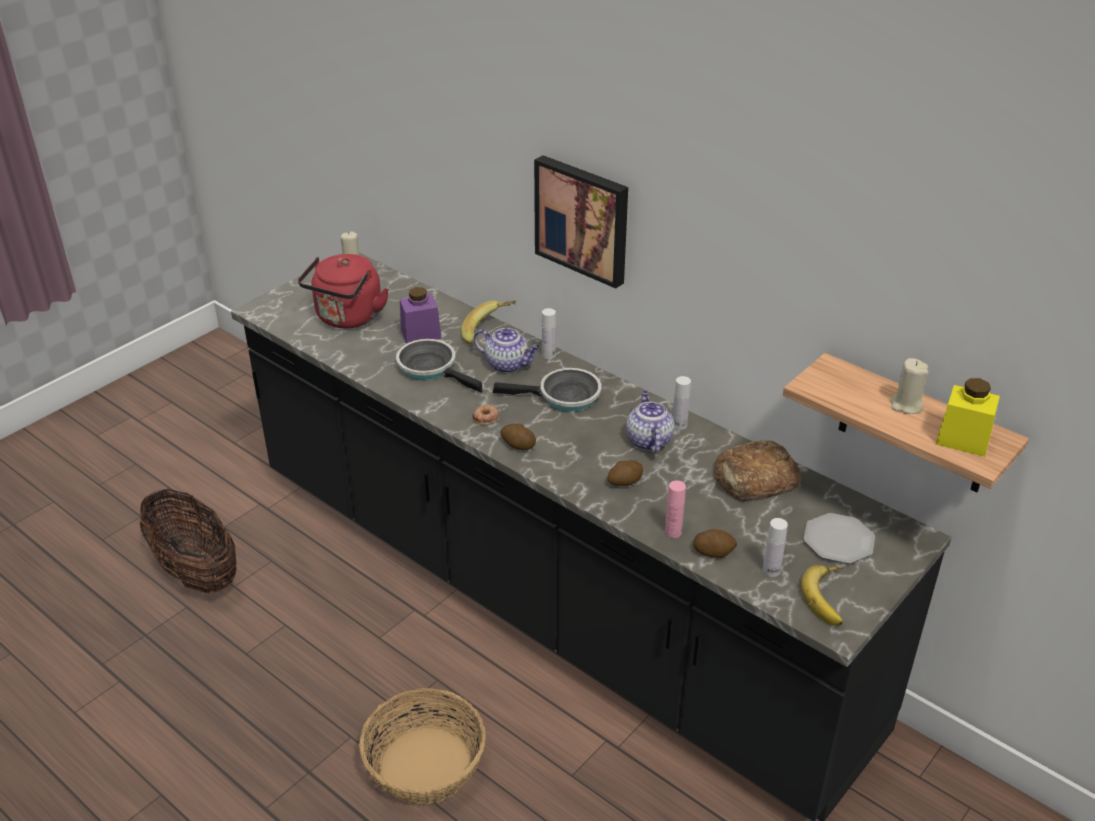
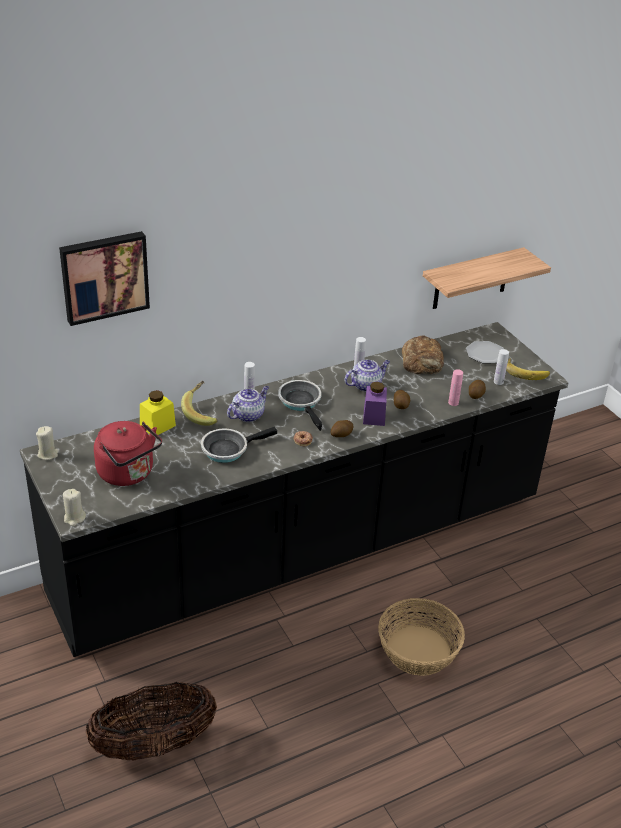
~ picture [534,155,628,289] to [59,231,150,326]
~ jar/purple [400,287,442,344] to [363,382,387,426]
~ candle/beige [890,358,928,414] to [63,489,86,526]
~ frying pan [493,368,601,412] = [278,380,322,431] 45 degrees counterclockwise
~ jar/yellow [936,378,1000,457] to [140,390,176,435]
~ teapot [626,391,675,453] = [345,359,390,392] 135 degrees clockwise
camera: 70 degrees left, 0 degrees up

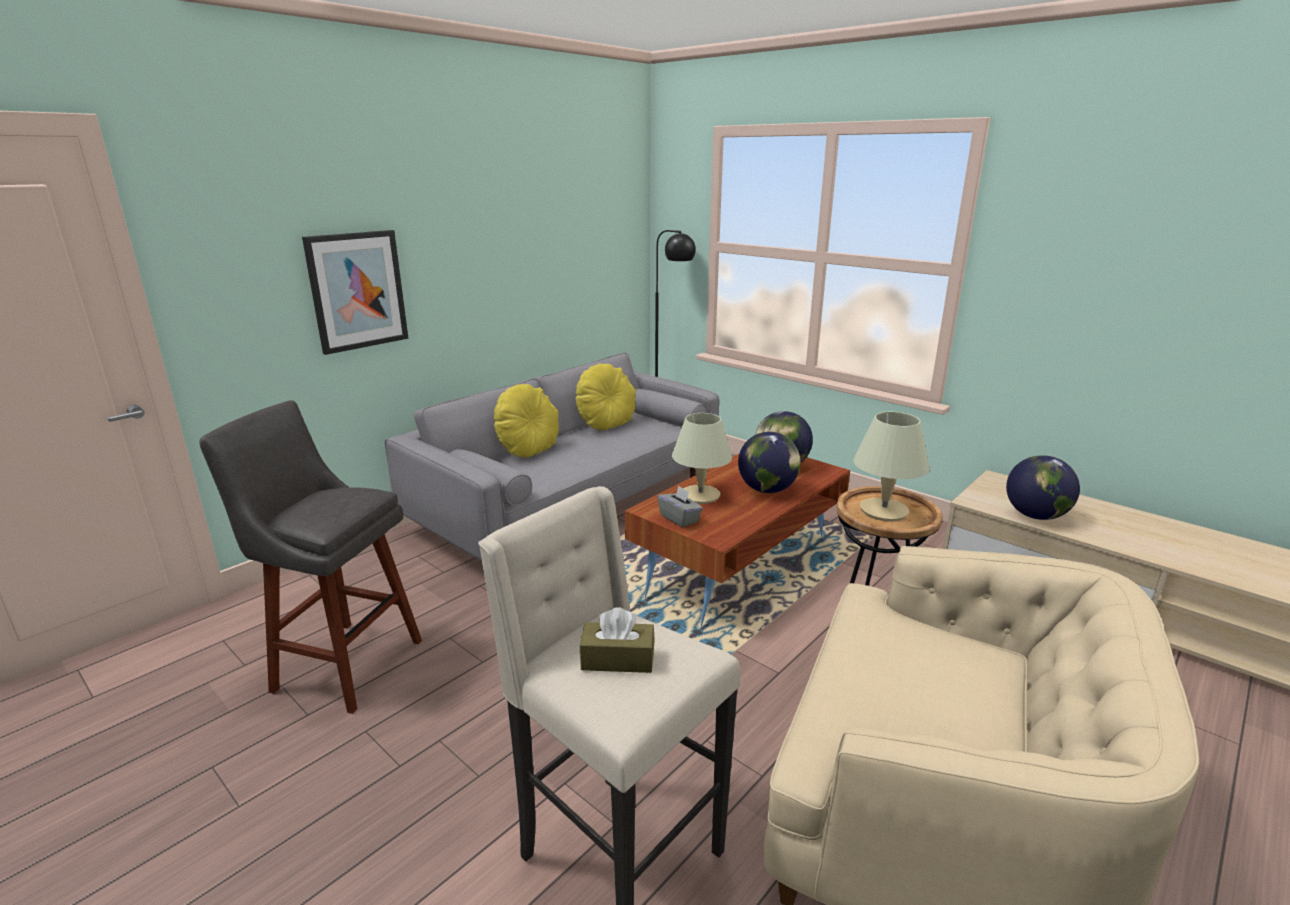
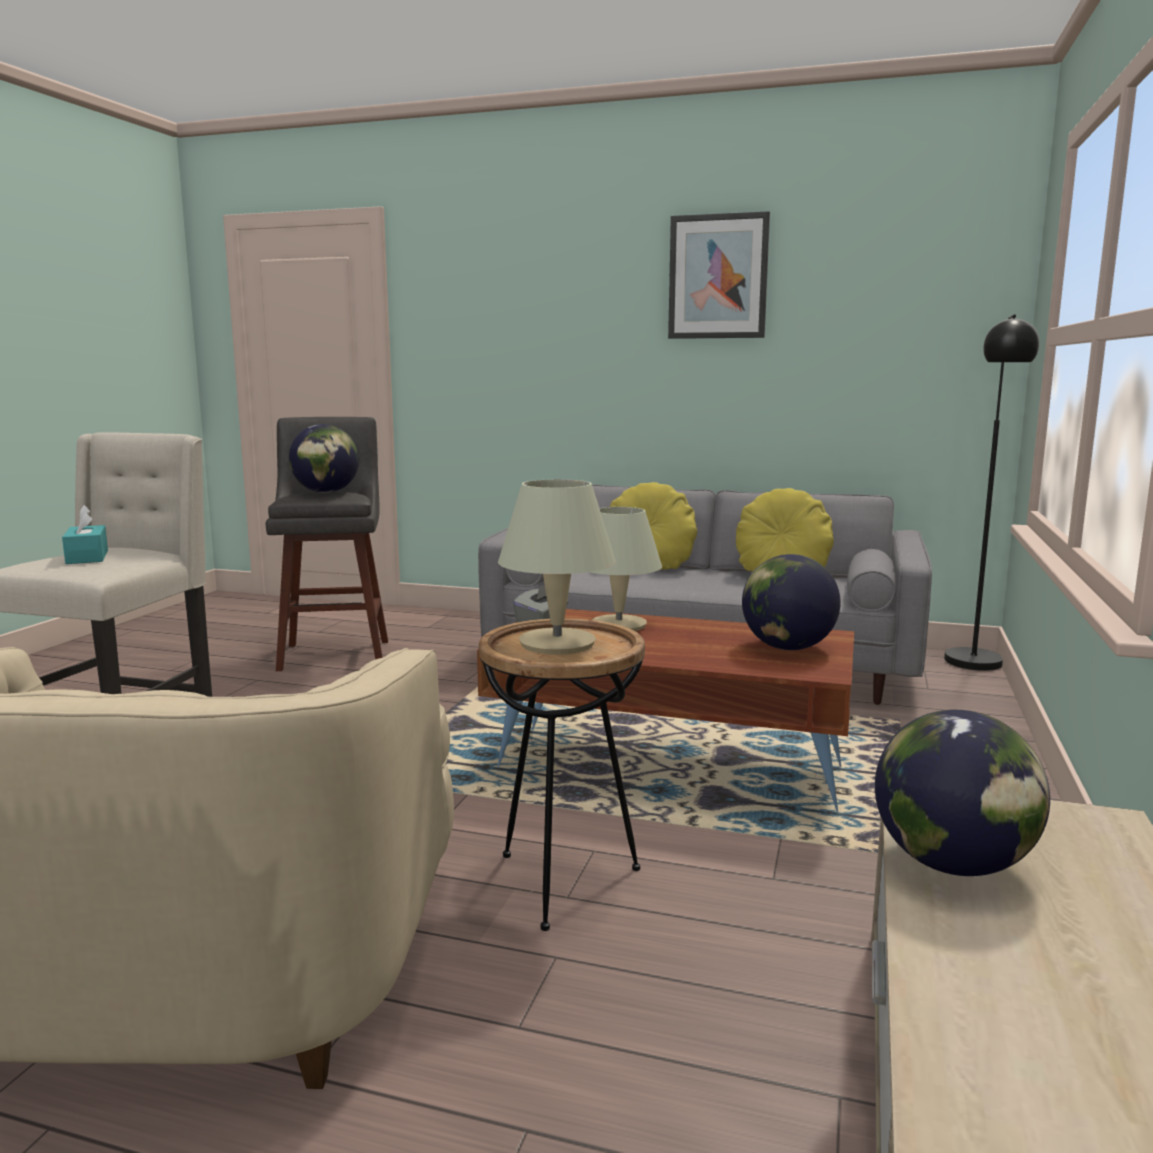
~ picture [302,230,408,355] to [668,211,770,339]
~ globe [738,432,801,493] to [289,424,359,493]
~ tissue box/brown [580,607,655,673] to tissue box/turquoise [62,505,108,564]
camera: 65 degrees right, 10 degrees down

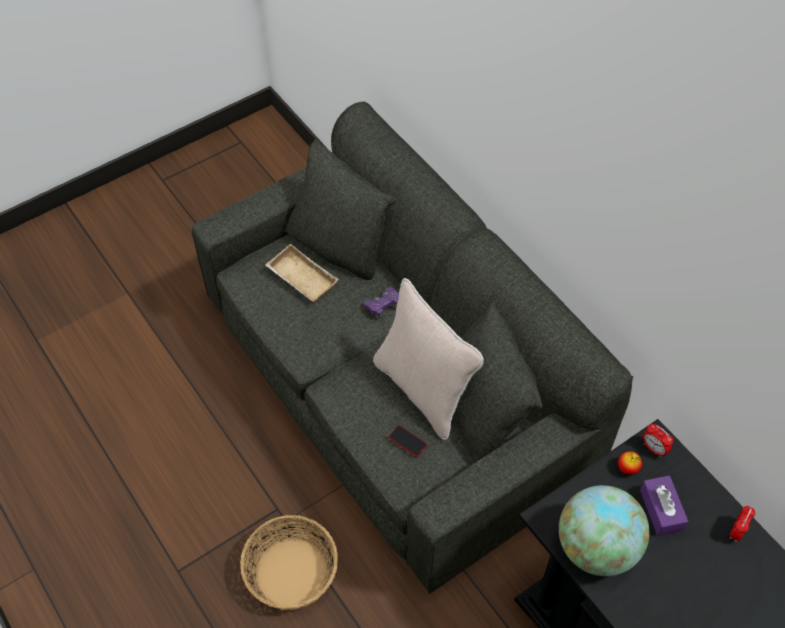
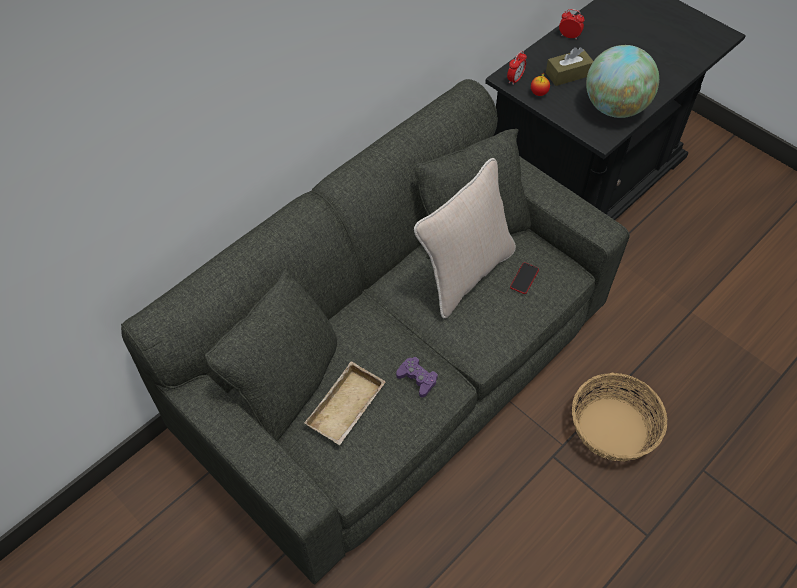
~ game controller/purple [364,287,399,319] to [396,357,438,397]
~ tissue box/purple [640,475,689,536] to tissue box/brown [546,47,593,86]
camera: 100 degrees left, 0 degrees up

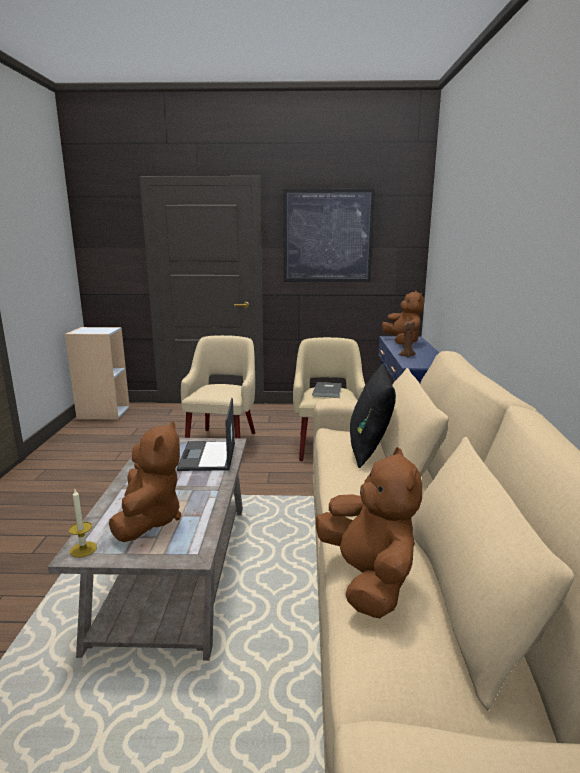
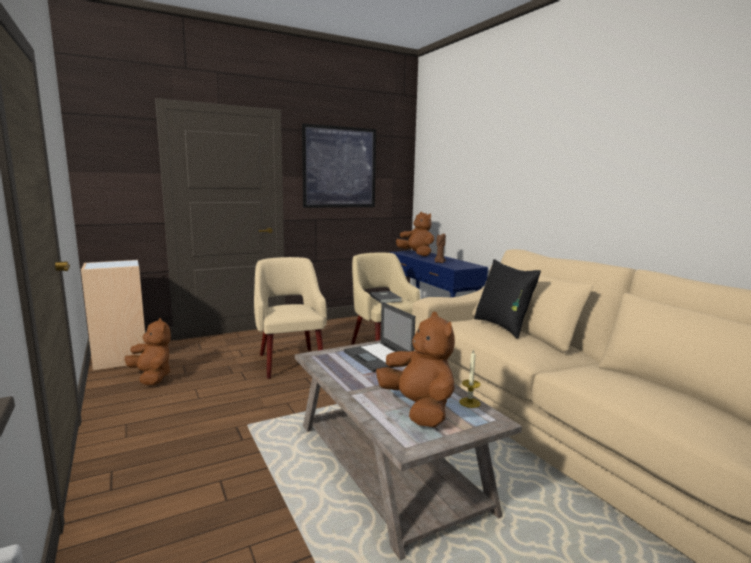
~ plush toy/brown [316,447,422,618] to [125,318,171,385]
~ candle [69,489,97,557] to [459,349,481,408]
camera: 30 degrees left, 5 degrees down

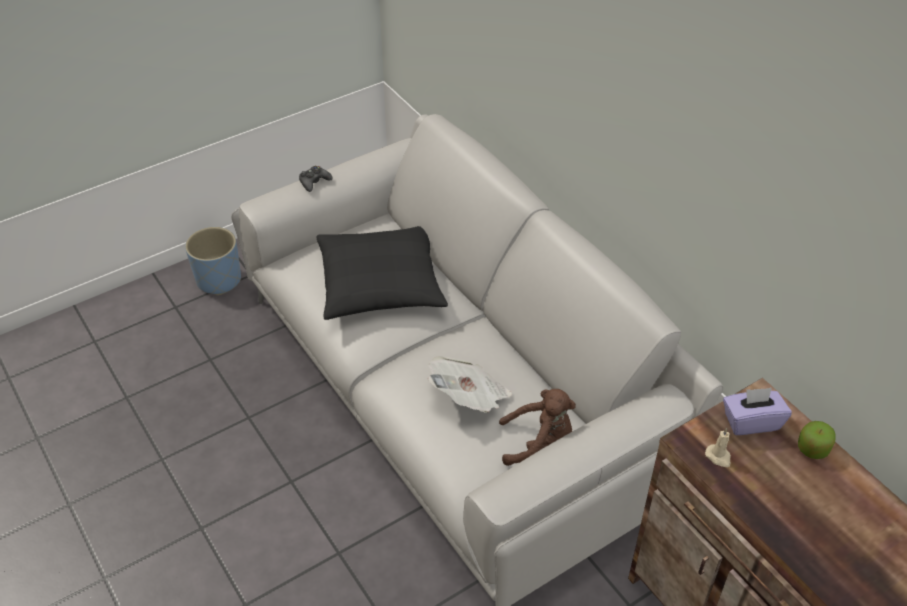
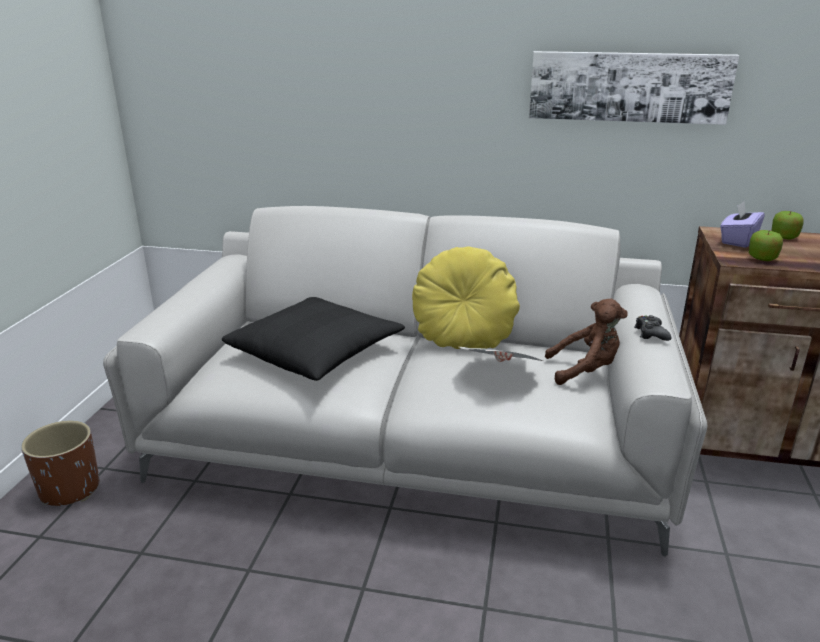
~ game controller/black [299,166,333,192] to [634,315,671,341]
~ planter/blue [185,227,241,295] to planter/brown [21,420,99,506]
~ plush toy/brown [499,389,576,466] = [545,299,628,385] 45 degrees clockwise
~ candle/beige [705,428,731,467] to apple [749,230,783,261]
+ picture [529,51,739,125]
+ pillow/yellow [412,247,520,349]
camera: 45 degrees left, 20 degrees down

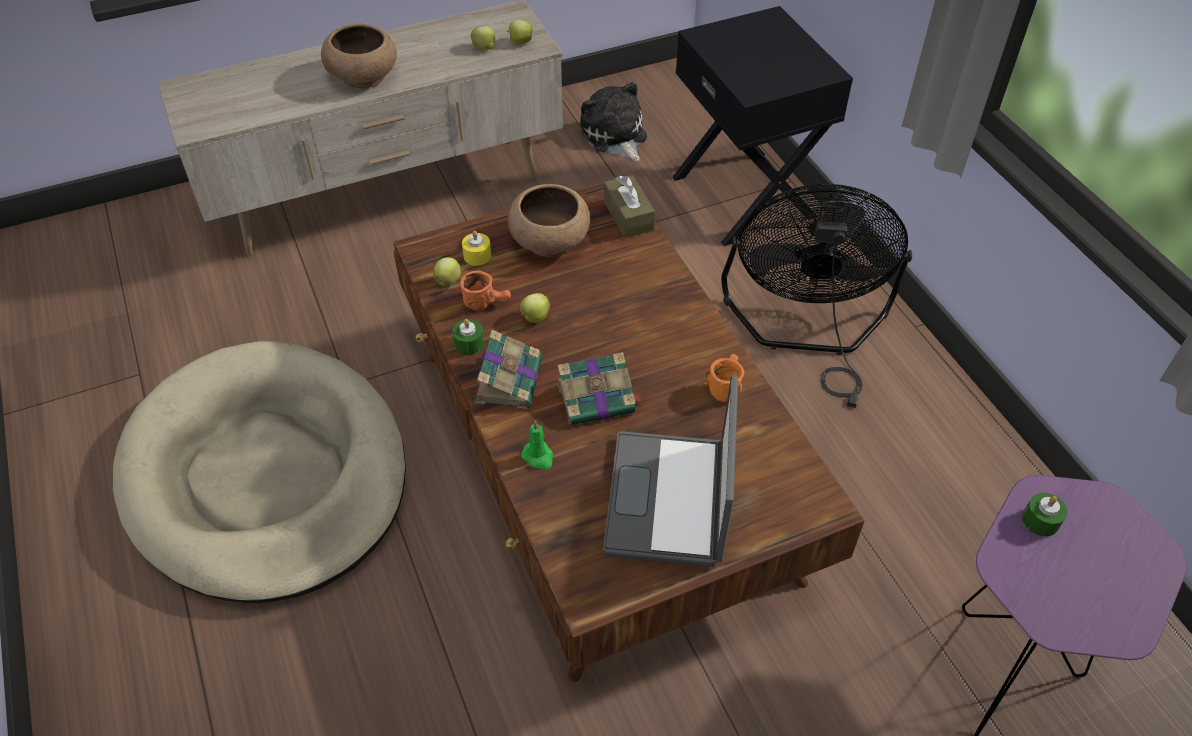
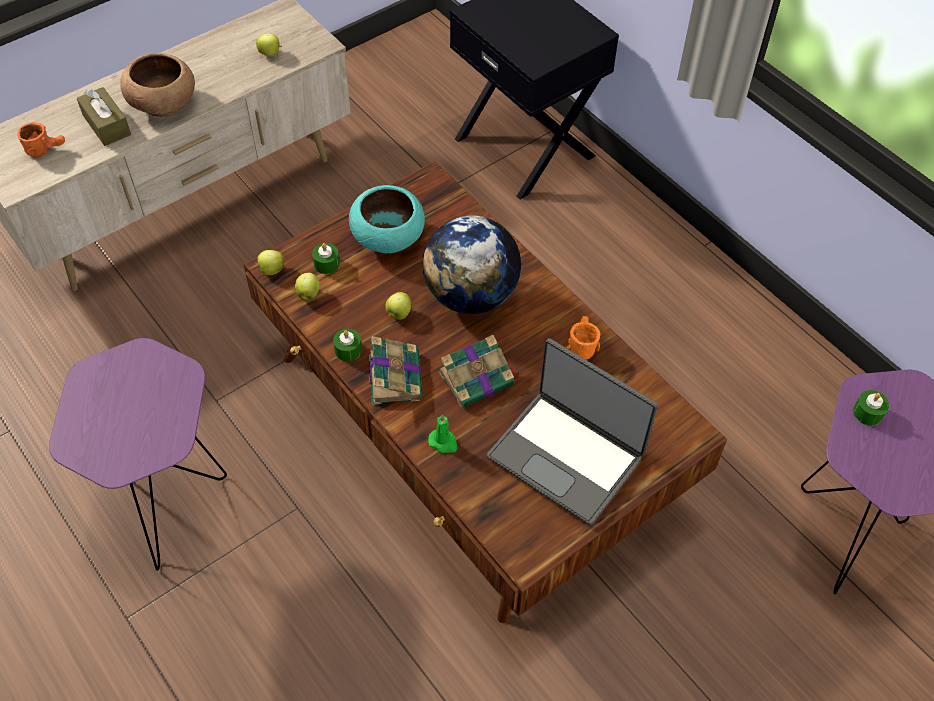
~ apple [507,20,533,45] to [255,250,284,275]
- plush toy [580,82,647,161]
~ tissue box/brown [604,175,655,238] to [77,87,131,146]
~ bowl/brown [507,184,590,257] to bowl/turquoise [349,185,425,253]
- fan/black [721,184,912,408]
~ candle/yellow [462,231,491,266] to candle/green [312,243,340,274]
~ mug/orange [460,270,511,310] to [17,122,65,157]
~ dog bed/beige [113,341,406,603] to side table/purple [49,338,227,571]
~ laptop [603,375,738,567] = [487,338,658,525] 45 degrees counterclockwise
+ globe [423,216,521,314]
camera: 15 degrees left, 5 degrees up

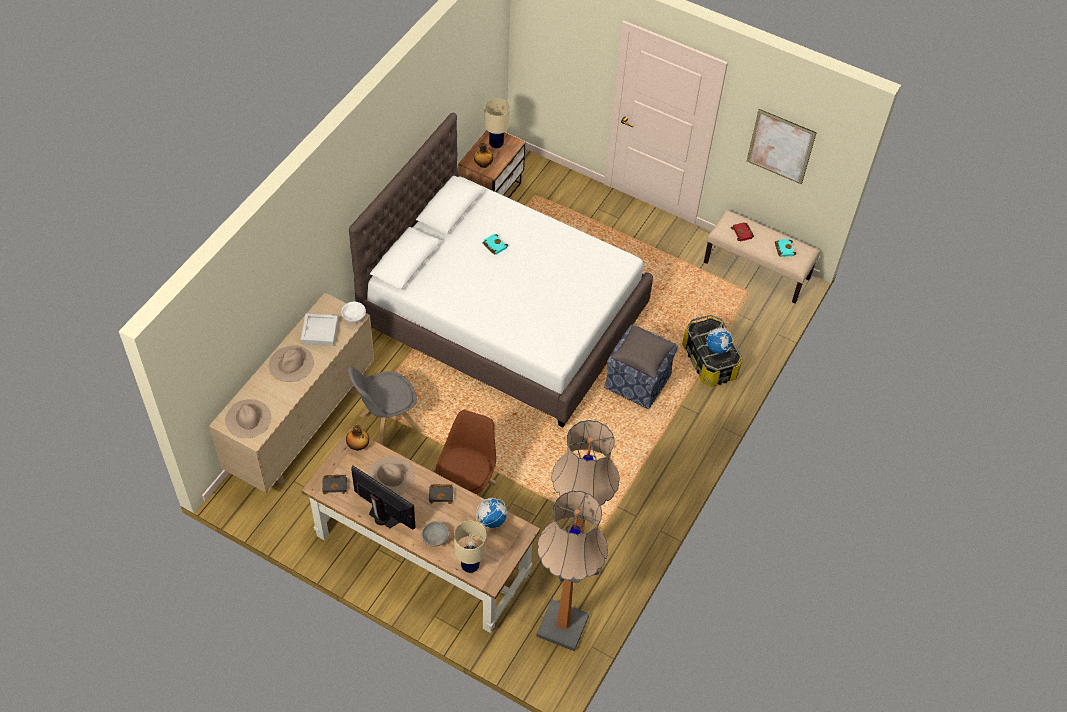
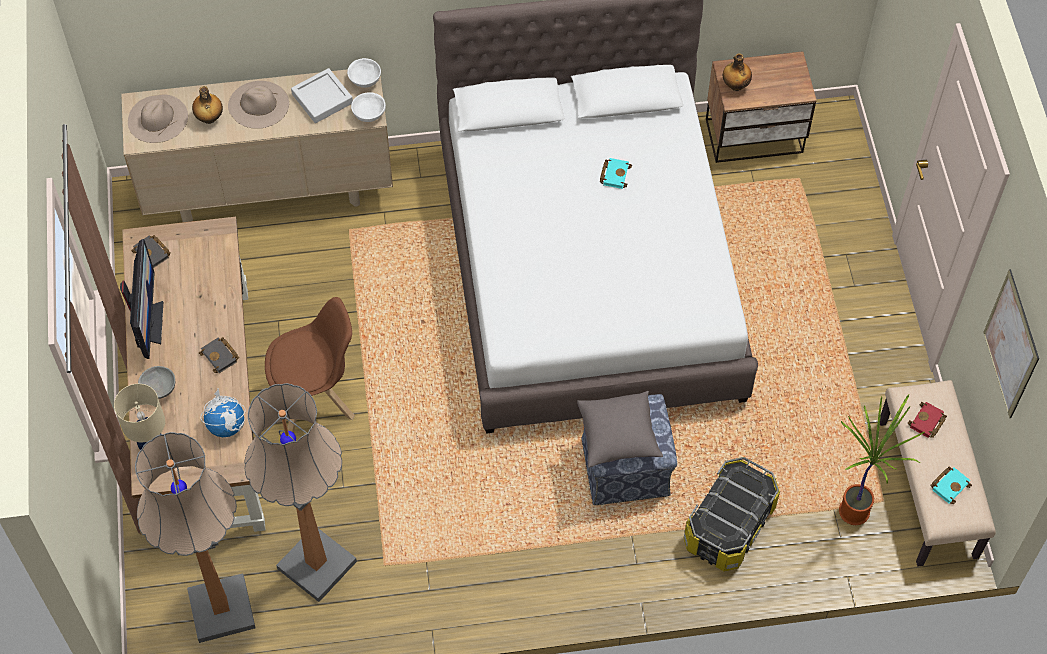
- table lamp/beige [484,98,510,148]
- globe [705,321,734,354]
- chair/grey [348,367,422,445]
~ bottle [346,424,369,451] to [192,86,223,124]
- hat/beige [368,456,414,495]
+ bowl/white [347,58,381,88]
+ potted plant [839,395,924,525]
camera: 55 degrees right, 5 degrees up

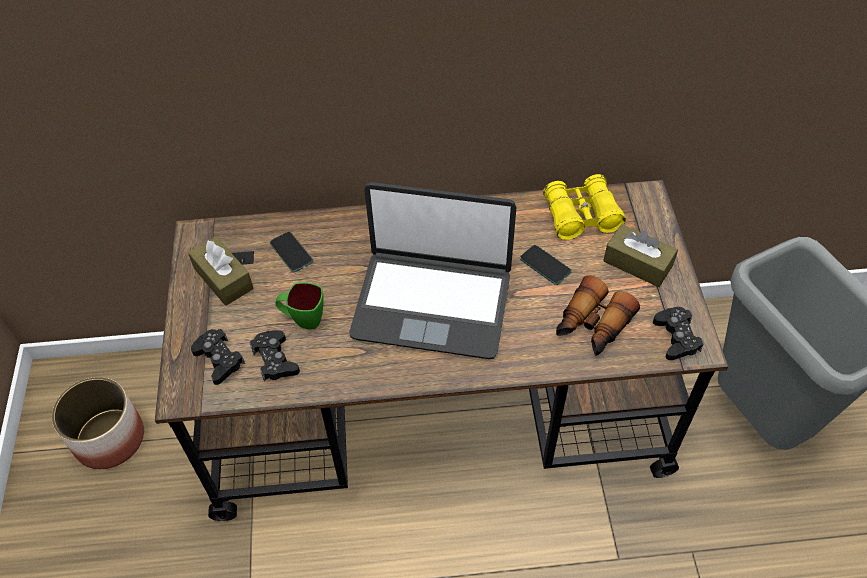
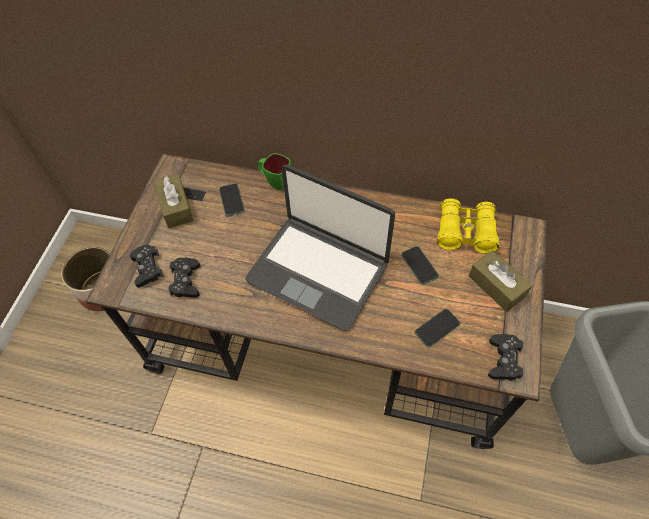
~ binoculars [556,276,640,356] to phone [415,309,460,347]
~ mug/green [276,282,324,330] to [257,153,291,190]
camera: 20 degrees right, 5 degrees up

